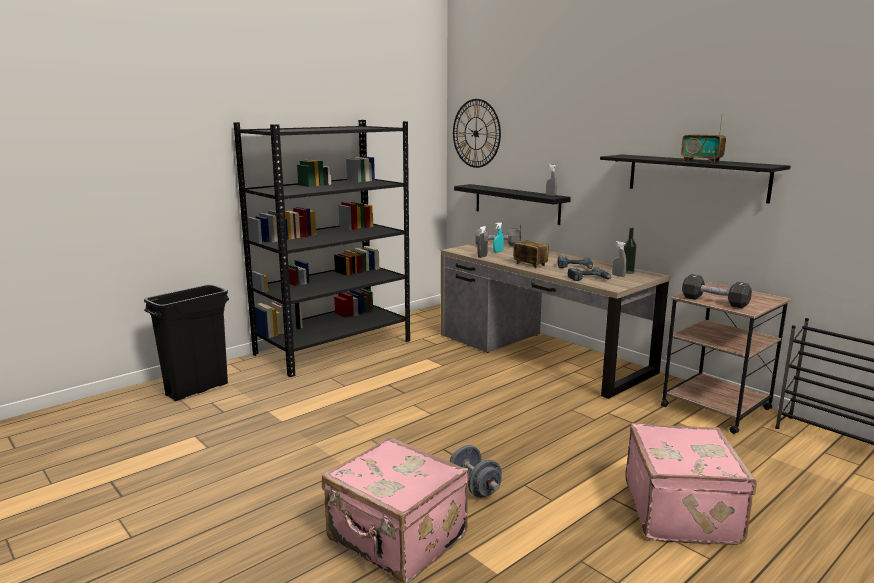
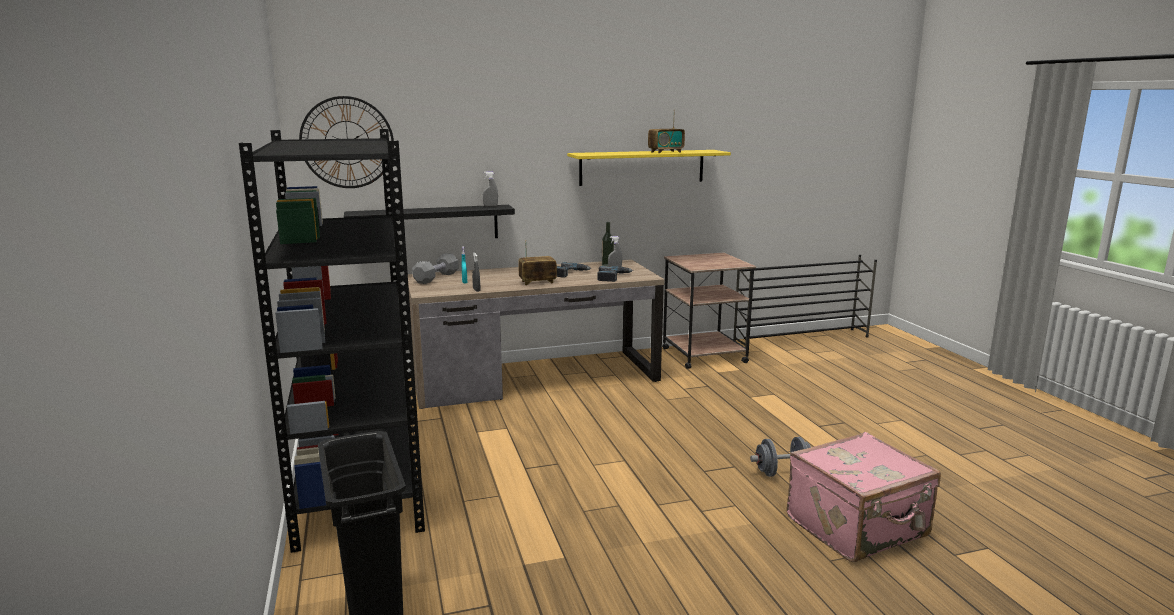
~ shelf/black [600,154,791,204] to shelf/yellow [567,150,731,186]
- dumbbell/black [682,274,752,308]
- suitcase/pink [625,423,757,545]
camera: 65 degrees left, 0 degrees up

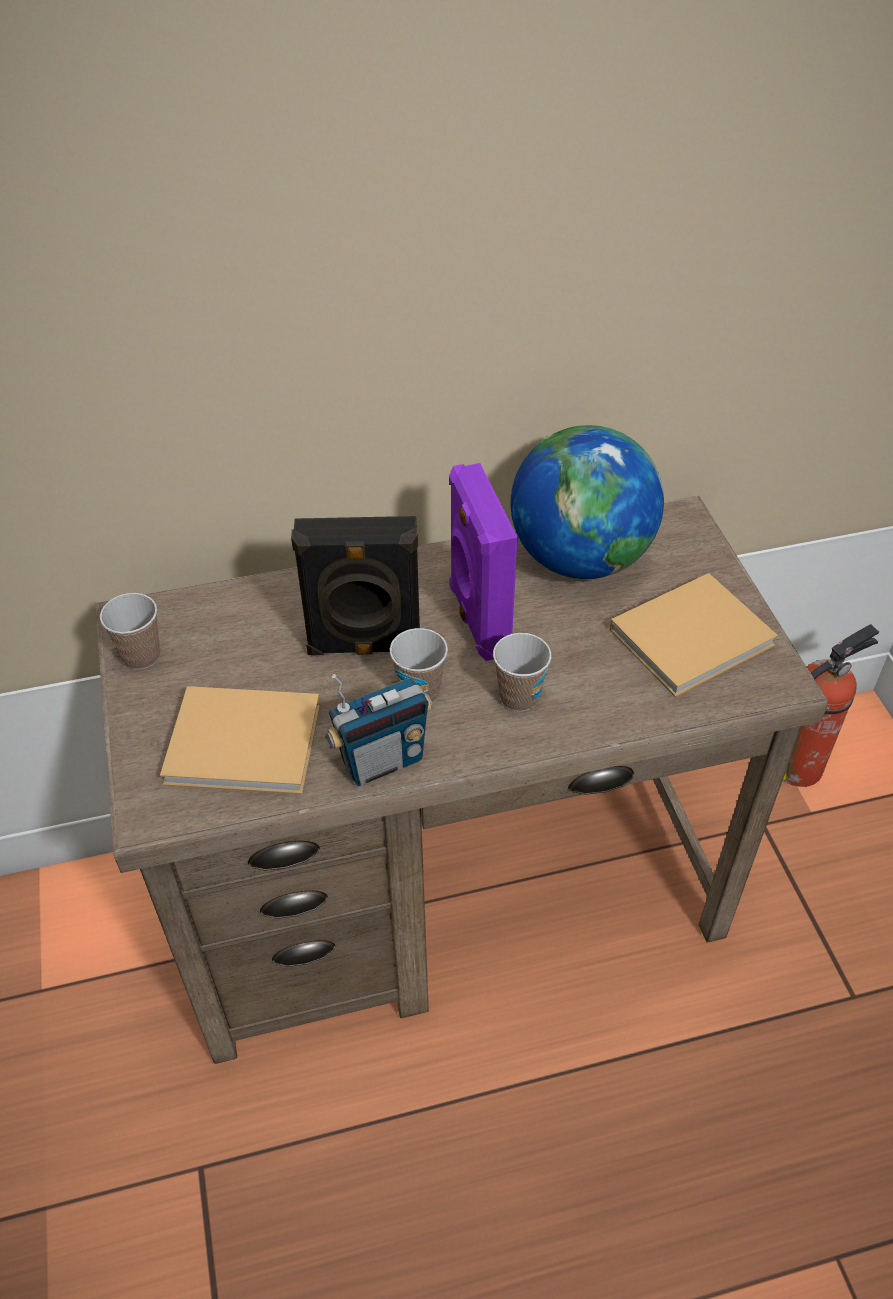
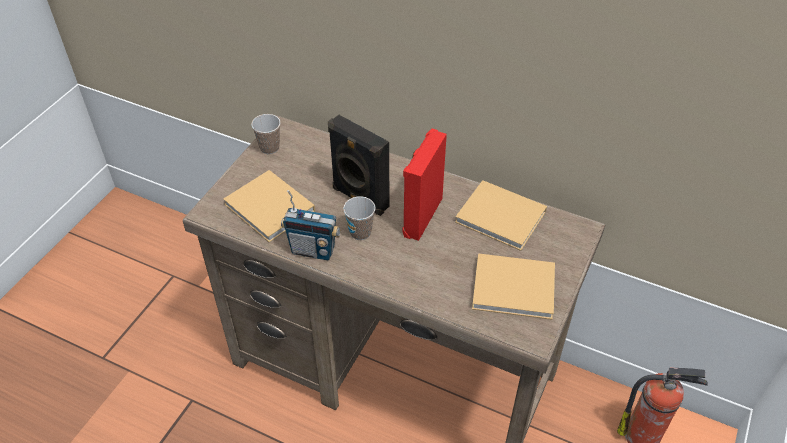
~ globe [511,425,664,579] to book/beige [455,180,547,251]
~ speaker/purple [449,463,517,661] to speaker/red [402,128,447,241]
- cup [493,633,551,711]
camera: 40 degrees right, 0 degrees up

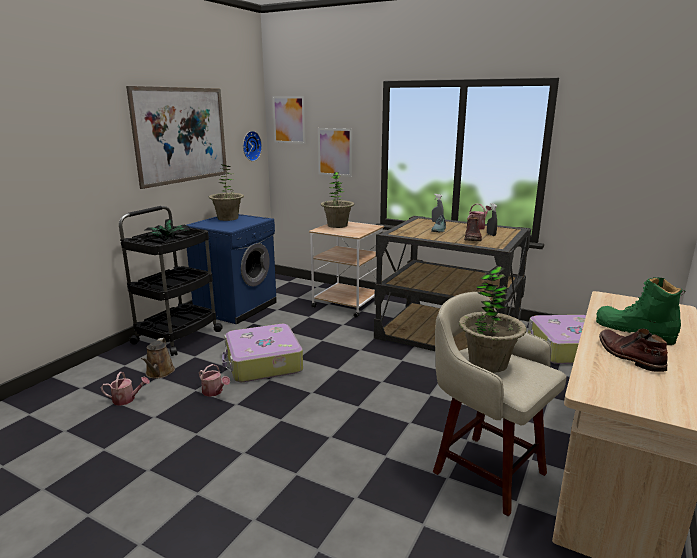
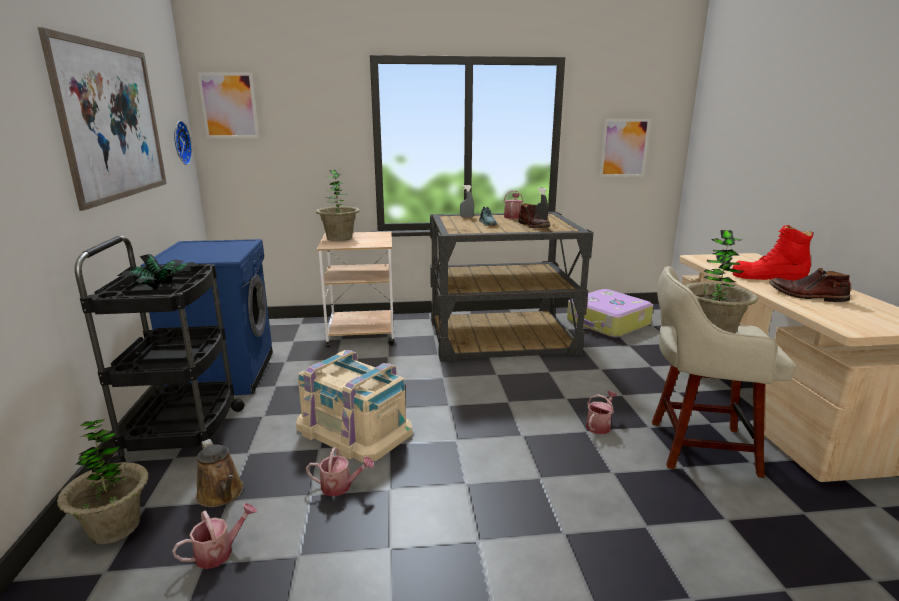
~ picture [318,128,352,177] to [600,119,651,177]
~ potted plant [208,165,244,221] to [57,419,149,544]
~ boot/green [596,277,685,345] to boot/red [733,225,814,281]
~ suitcase [222,324,303,382] to storage box/beige [296,350,412,462]
+ watering can [586,391,618,434]
camera: 35 degrees left, 0 degrees up

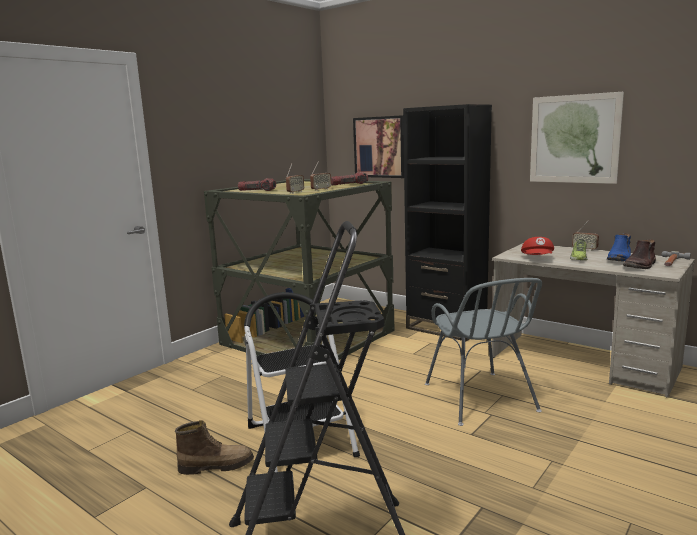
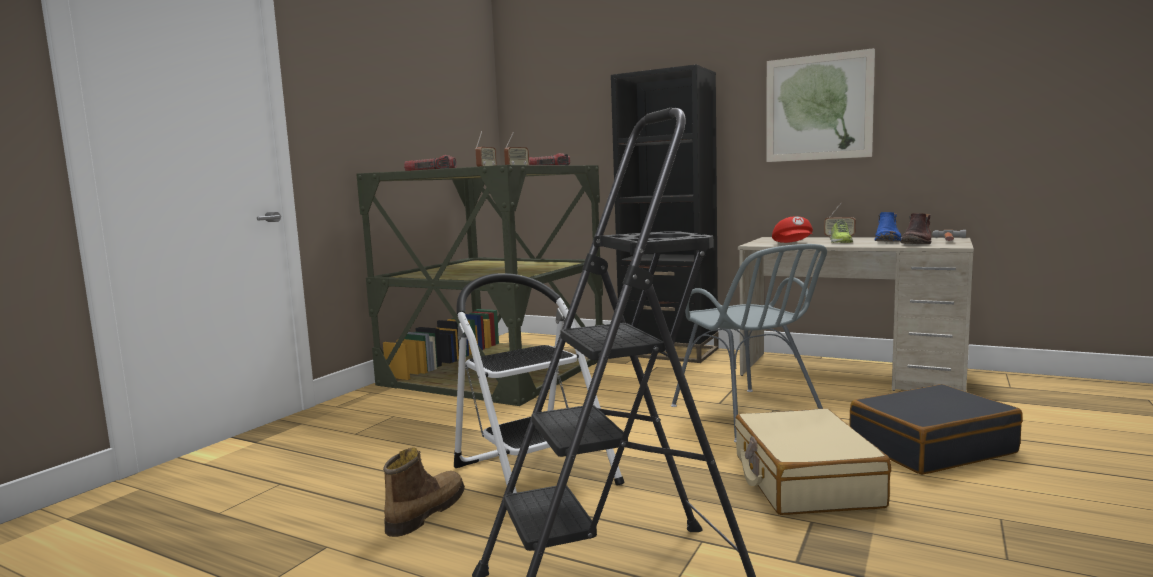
- picture [353,115,404,178]
~ boot [175,420,254,475] = [383,447,465,537] 45 degrees counterclockwise
+ suitcase/black [849,384,1023,475]
+ suitcase/beige [735,408,891,515]
camera: 10 degrees left, 5 degrees down

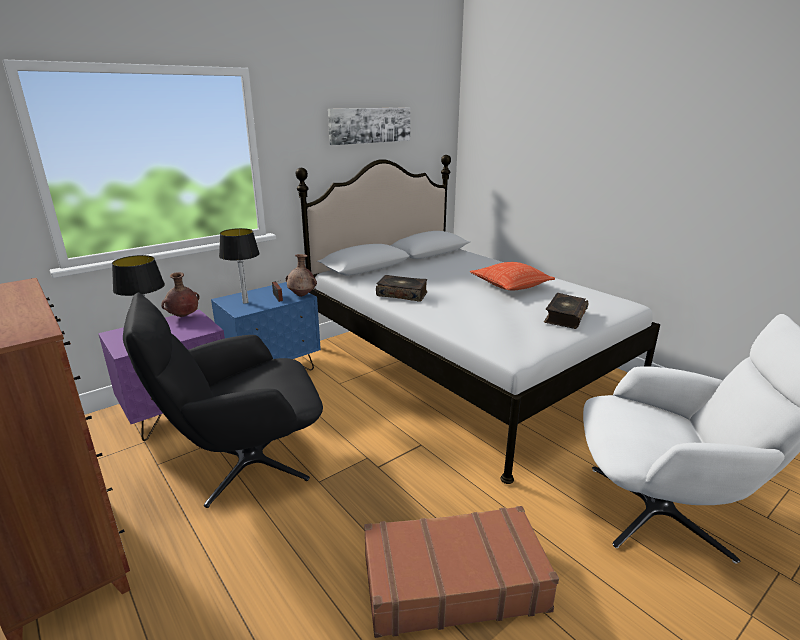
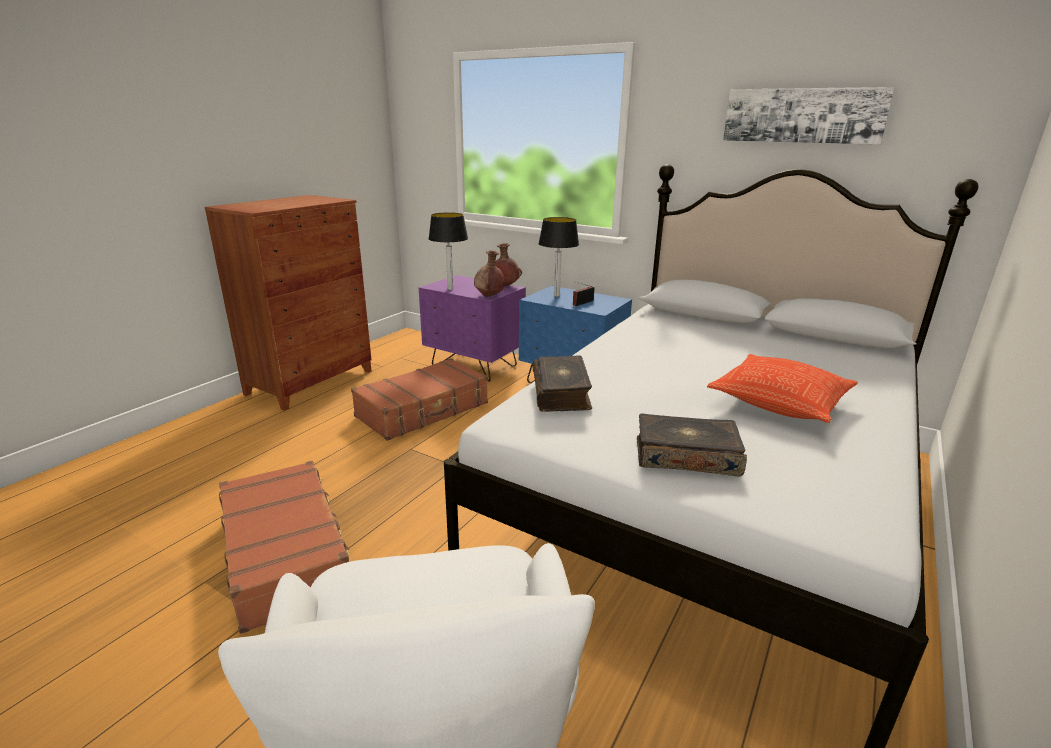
~ vase/brown [286,254,317,297] to [474,250,505,297]
~ book [376,275,427,302] to [533,356,592,412]
~ armchair/black [123,293,323,508] to suitcase/brown [351,358,488,441]
camera: 70 degrees right, 0 degrees up

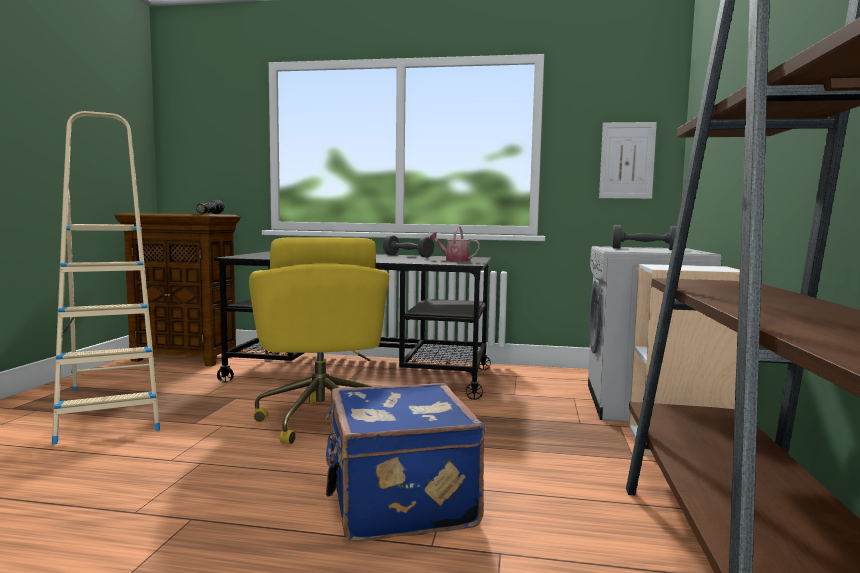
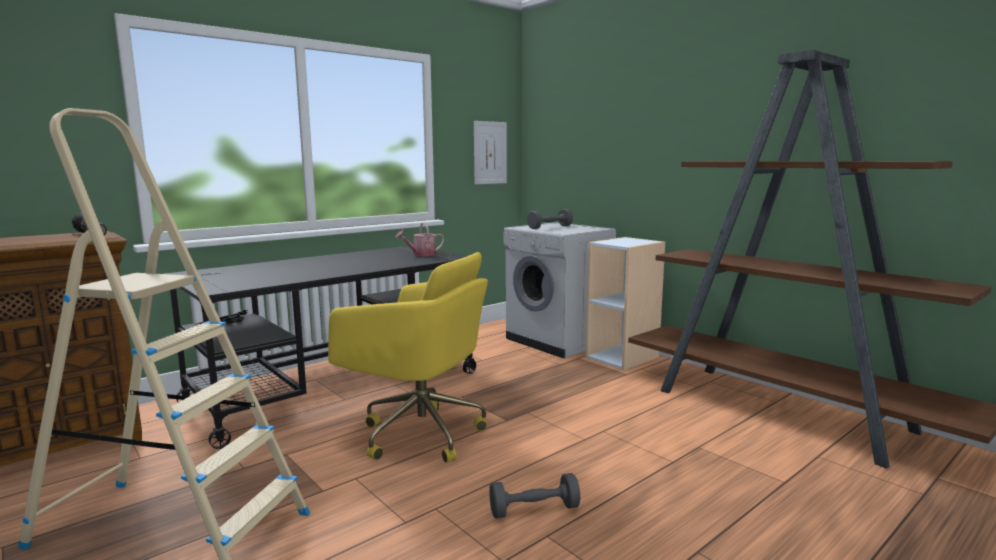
~ dumbbell/grey [383,235,434,258] to [489,473,580,519]
- suitcase/blue [326,383,485,542]
camera: 50 degrees left, 5 degrees up

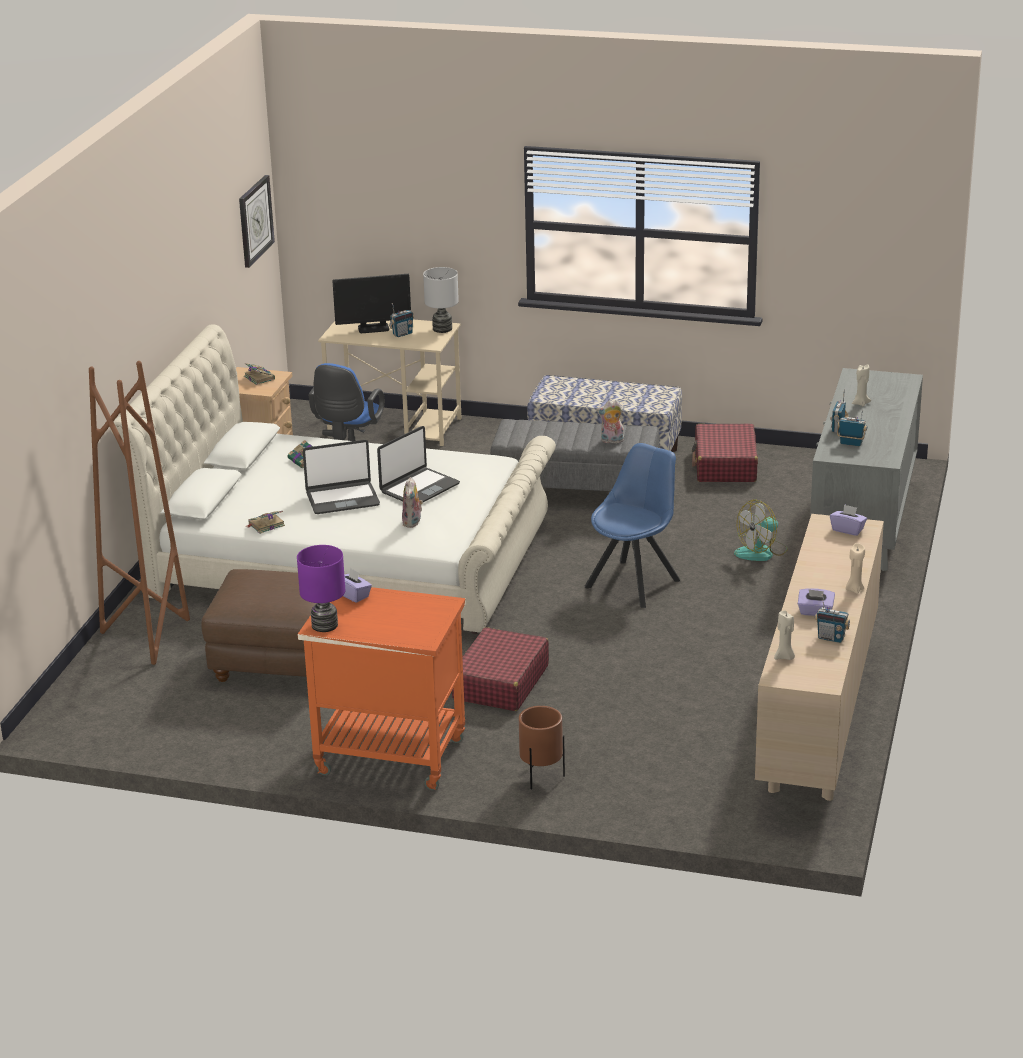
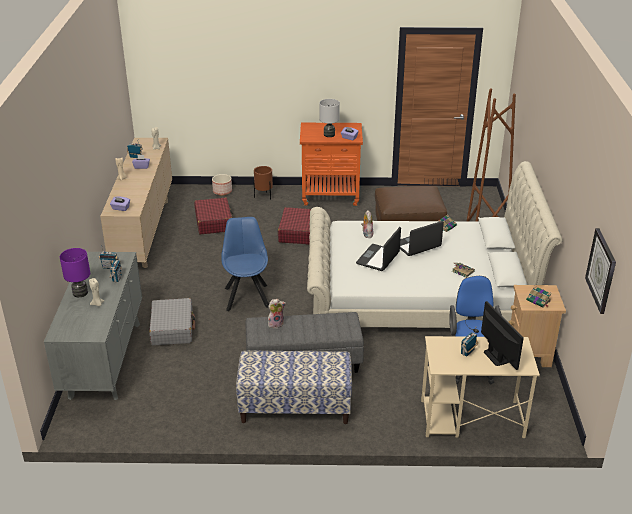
~ table lamp/grey [423,267,459,333] to [320,99,340,137]
~ monitor [332,274,411,333] = [481,301,524,370] 90 degrees clockwise
~ suitcase/red [692,423,758,482] to [194,197,233,234]
~ chair/blue [585,443,680,608] = [221,217,269,311] 150 degrees clockwise
~ fan [734,499,788,561] to suitcase/grey [149,298,195,345]
~ table lamp/purple [297,545,345,632] to [60,248,90,297]
+ planter [212,174,232,195]
camera: 165 degrees right, 5 degrees up

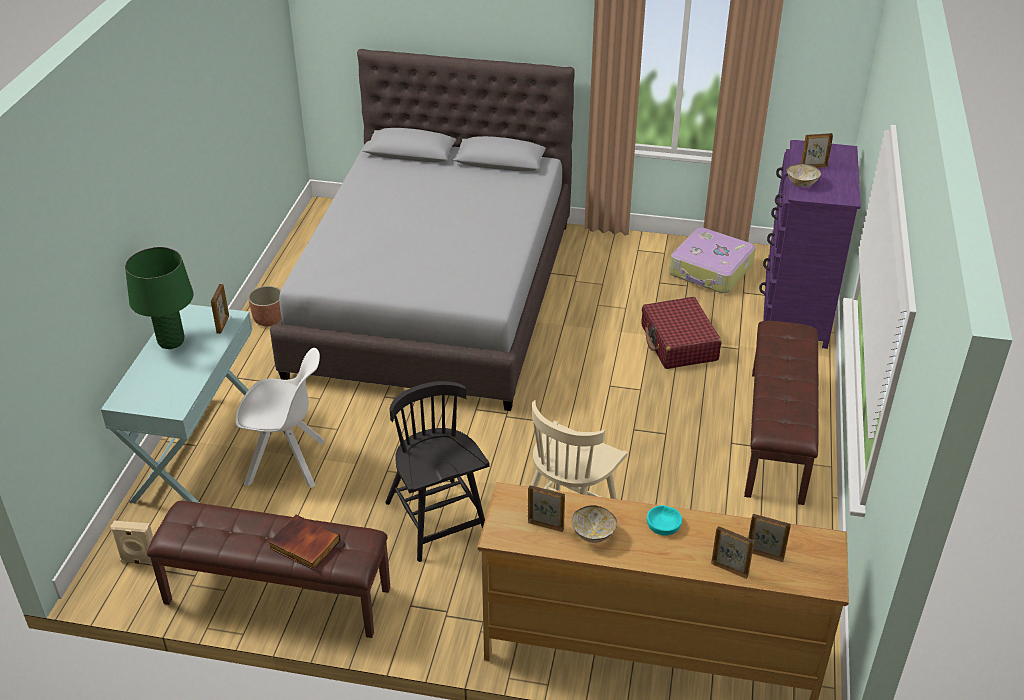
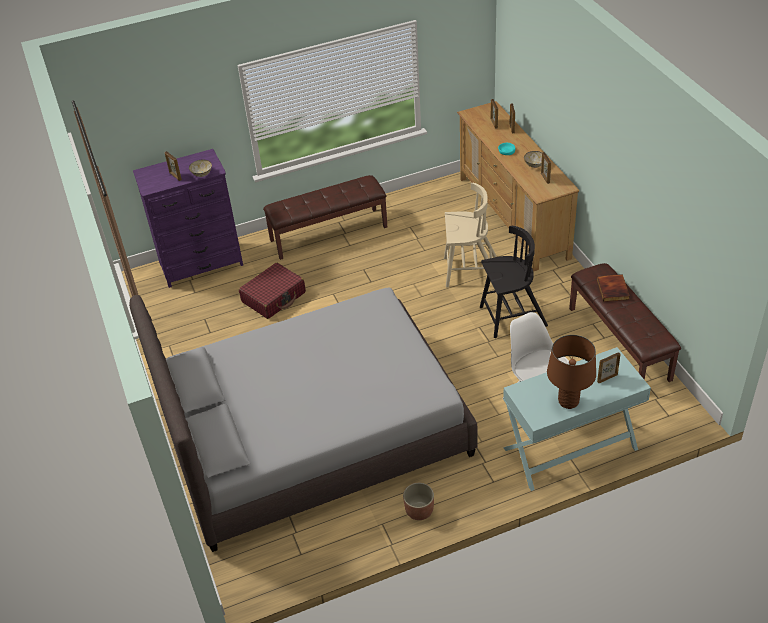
- suitcase [669,228,755,293]
~ table lamp/green [125,247,194,349] to table lamp/brown [547,335,596,409]
~ picture frame [211,284,229,334] to [597,352,621,383]
~ chair/black [385,381,490,562] = [480,226,548,338] 135 degrees counterclockwise
- speaker/beige [110,521,153,565]
camera: 120 degrees left, 5 degrees up

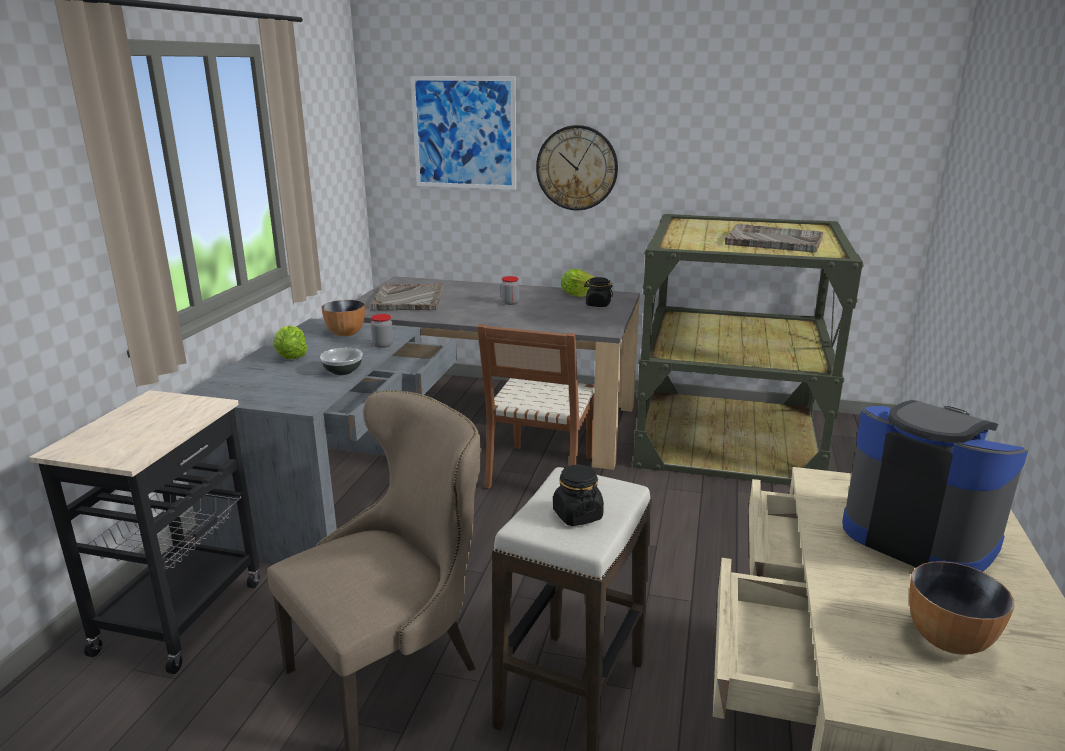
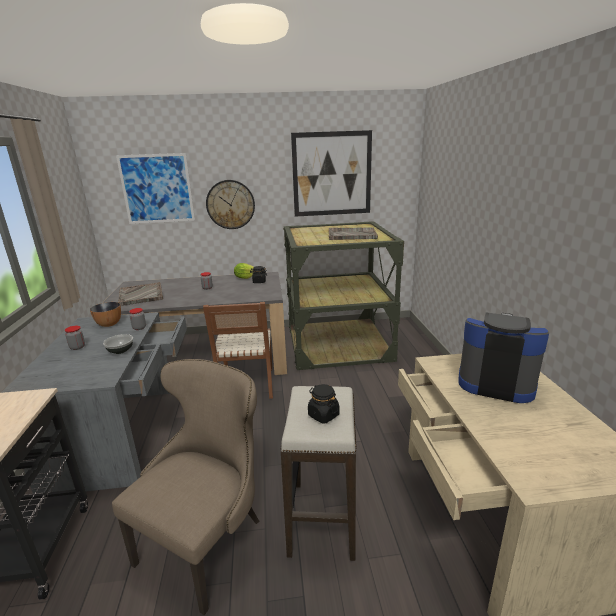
~ lettuce [274,326,308,359] to jar [65,326,85,350]
- bowl [909,561,1014,655]
+ picture [291,130,372,217]
camera: 20 degrees left, 0 degrees up

